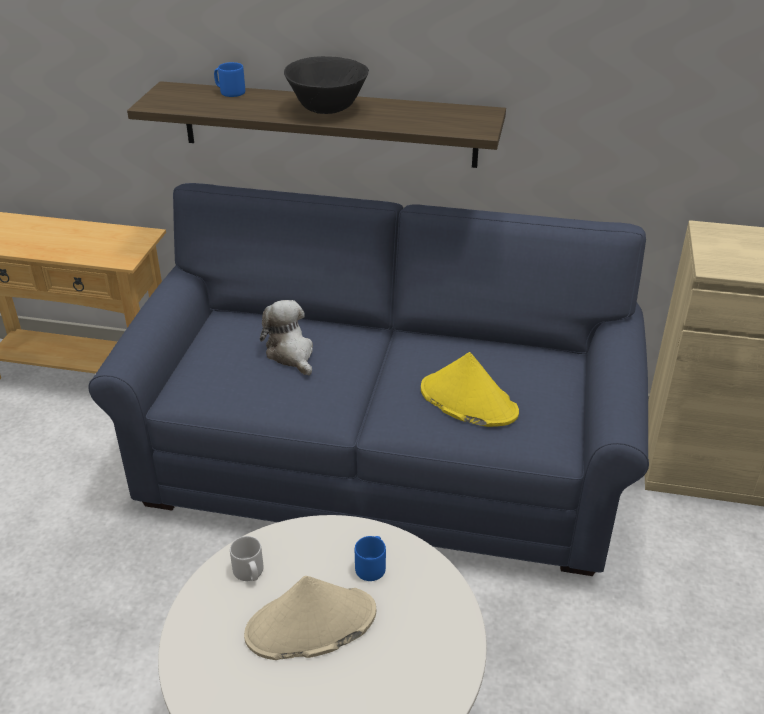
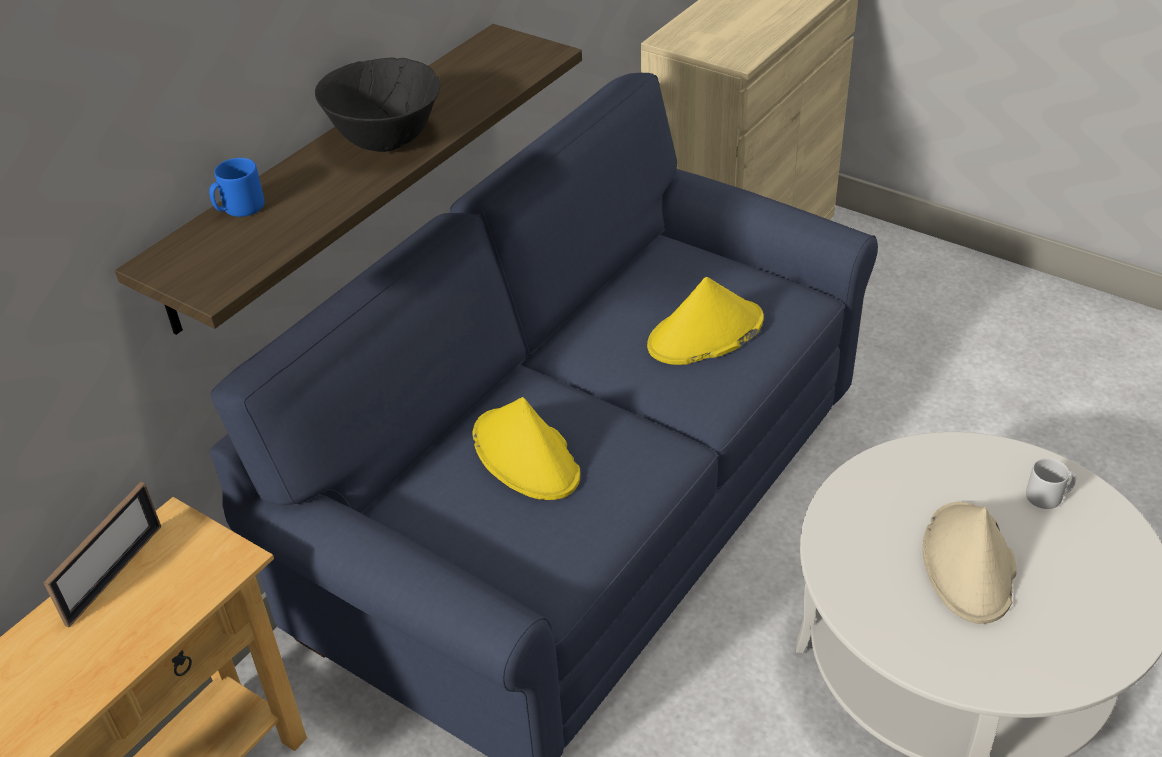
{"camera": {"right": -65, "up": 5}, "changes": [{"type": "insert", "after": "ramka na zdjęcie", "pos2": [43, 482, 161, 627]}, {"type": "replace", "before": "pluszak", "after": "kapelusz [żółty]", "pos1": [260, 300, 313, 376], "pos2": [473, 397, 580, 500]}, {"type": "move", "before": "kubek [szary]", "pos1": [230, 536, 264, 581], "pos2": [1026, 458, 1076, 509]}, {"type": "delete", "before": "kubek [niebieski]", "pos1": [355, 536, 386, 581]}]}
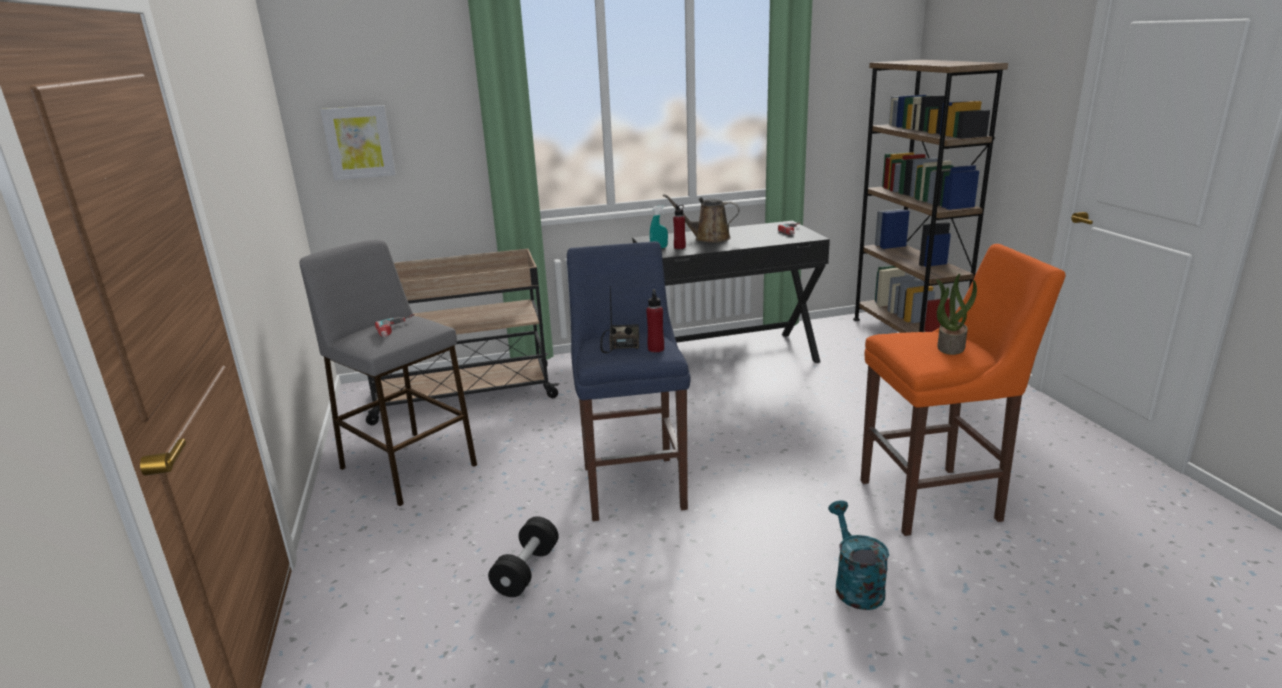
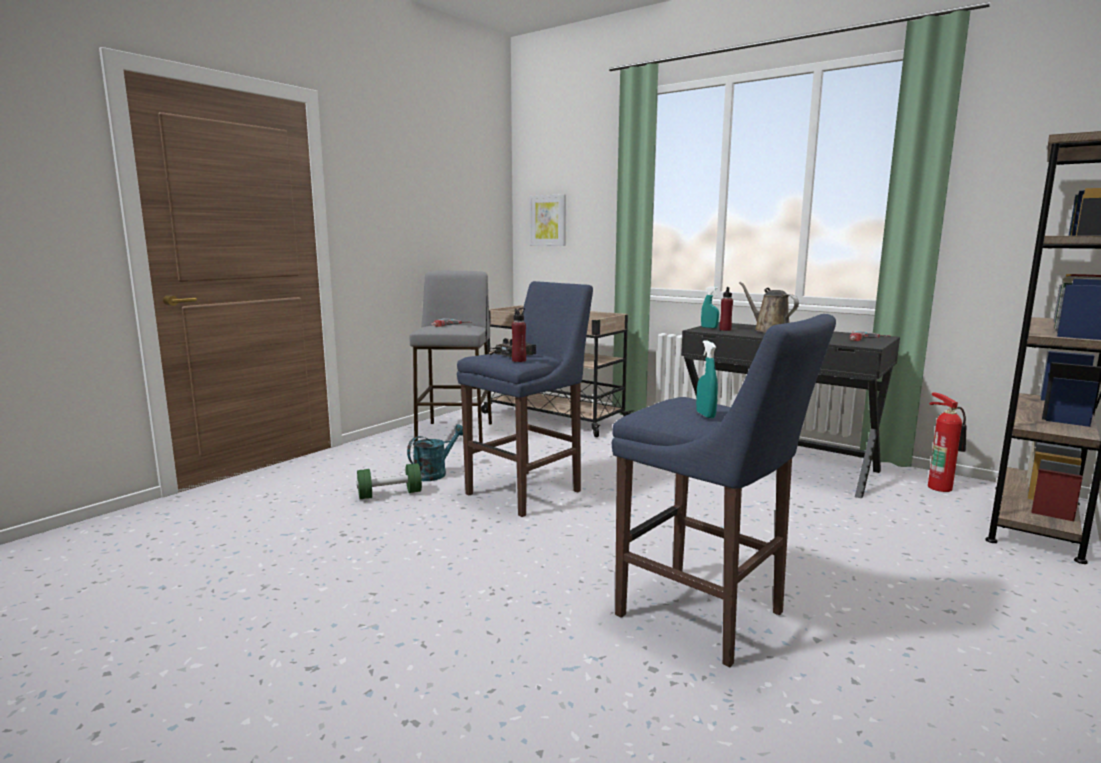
{"camera": {"right": 50, "up": -10}, "changes": [{"type": "recolor", "before": "hantel [czarny]", "after": "hantel [zielony]", "pos1": [488, 516, 559, 597], "pos2": [357, 463, 422, 499]}, {"type": "move", "before": "konewka [turkusowy]", "pos1": [828, 501, 889, 610], "pos2": [407, 425, 463, 481]}, {"type": "recolor", "before": "stołek [pomarańczowy]", "after": "stołek [niebieski]", "pos1": [861, 244, 1065, 536], "pos2": [612, 314, 836, 668]}, {"type": "replace", "before": "roślina doniczkowa", "after": "spryskiwacz [turkusowy]", "pos1": [936, 274, 977, 355], "pos2": [696, 340, 718, 418]}, {"type": "insert", "after": "gaśnica", "pos2": [928, 393, 967, 492]}]}
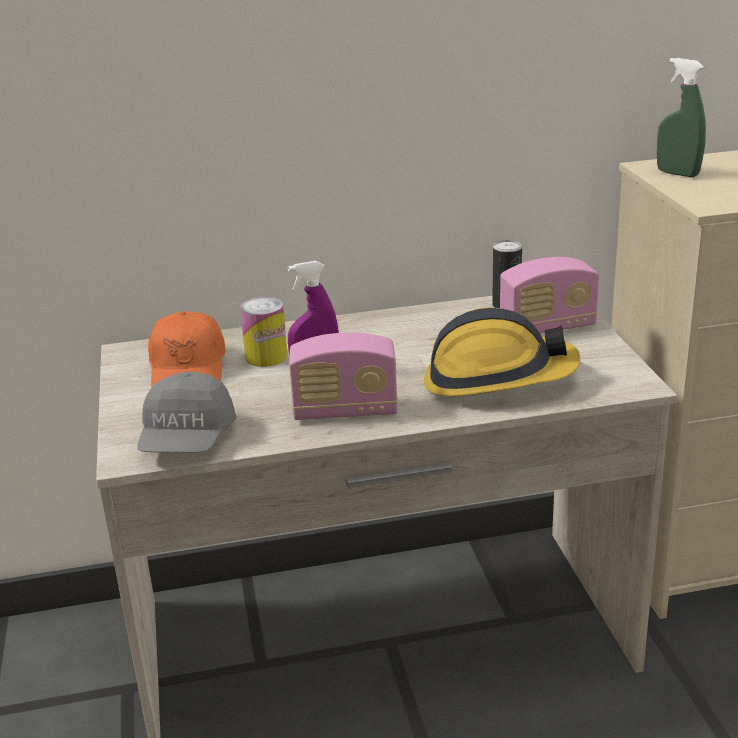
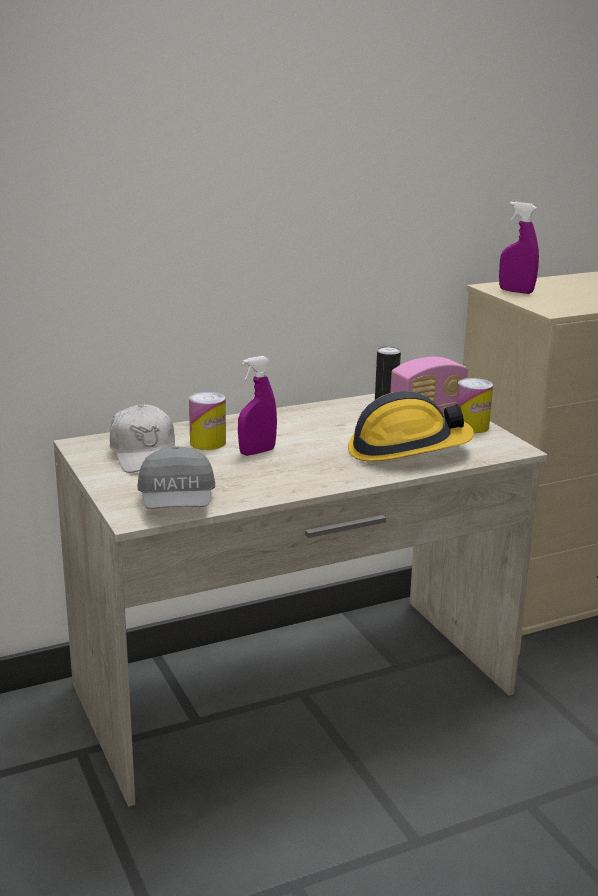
{"camera": {"right": -15, "up": -5}, "changes": [{"type": "recolor", "before": "czapka z daszkiem [pomarańczowy]", "after": "czapka z daszkiem [biały]", "pos1": [148, 311, 225, 387], "pos2": [110, 404, 175, 473]}, {"type": "insert", "after": "puszka", "pos2": [456, 378, 493, 433]}, {"type": "recolor", "before": "spryskiwacz [zielony]", "after": "spryskiwacz [fioletowy]", "pos1": [657, 58, 706, 177], "pos2": [499, 201, 539, 294]}, {"type": "delete", "before": "radio", "pos1": [289, 332, 398, 420]}]}
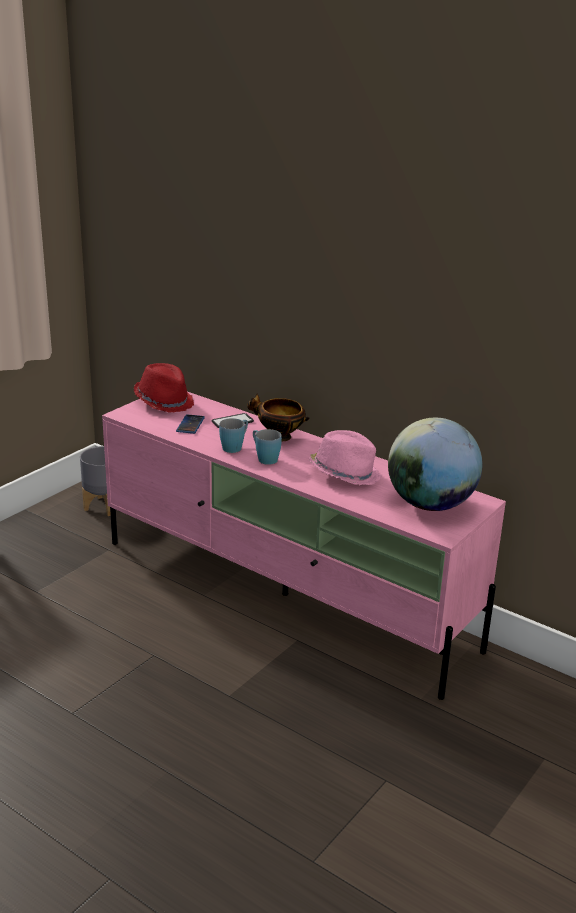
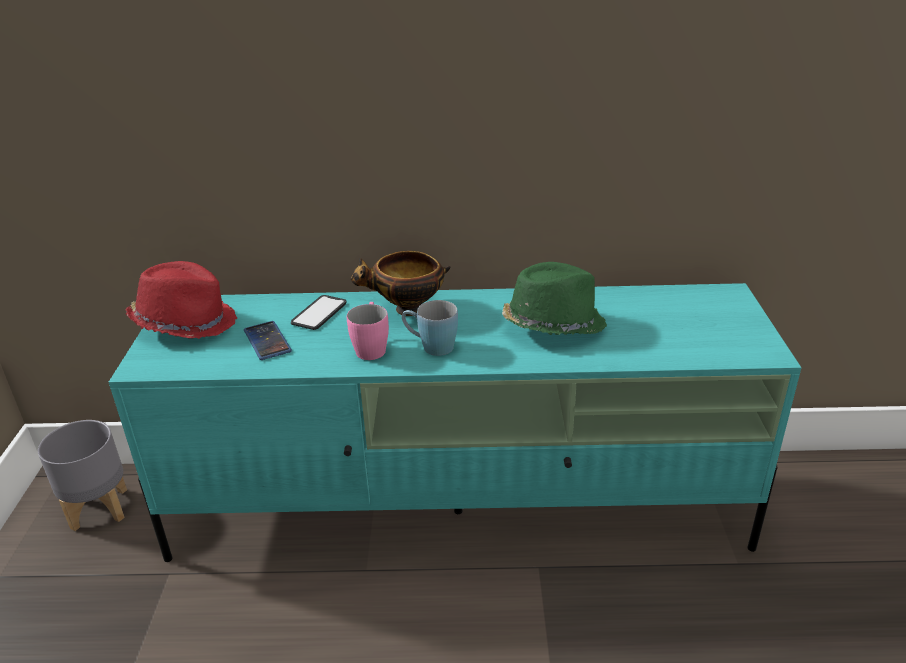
{"camera": {"right": -35, "up": 5}, "changes": [{"type": "recolor", "before": "szafka pod telewizor [różowy]", "after": "szafka pod telewizor [turkusowy]", "pos1": [102, 391, 506, 700], "pos2": [109, 283, 801, 562]}, {"type": "recolor", "before": "kubek [niebieski]", "after": "kubek [różowy]", "pos1": [219, 418, 248, 453], "pos2": [347, 302, 389, 360]}, {"type": "recolor", "before": "kapelusz [różowy]", "after": "kapelusz [zielony]", "pos1": [309, 430, 382, 485], "pos2": [502, 262, 607, 335]}, {"type": "delete", "before": "globus", "pos1": [388, 418, 482, 511]}]}
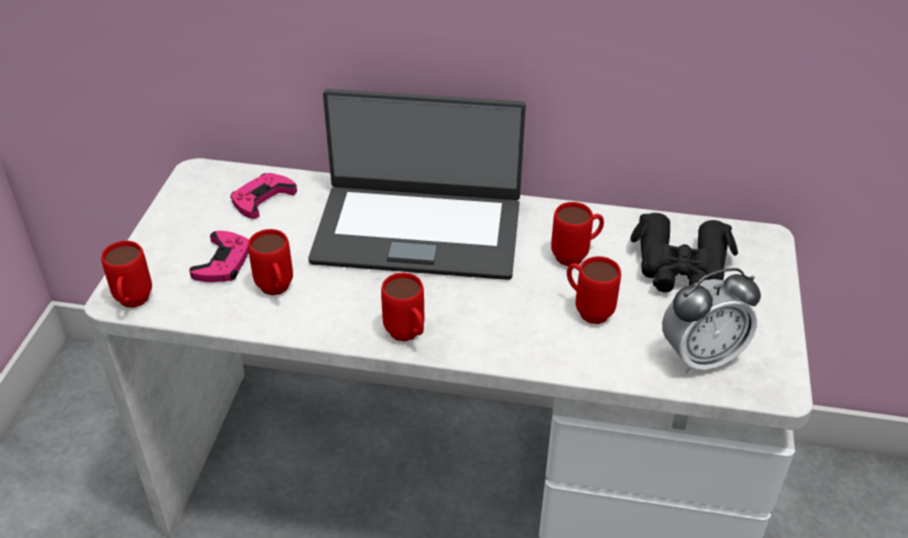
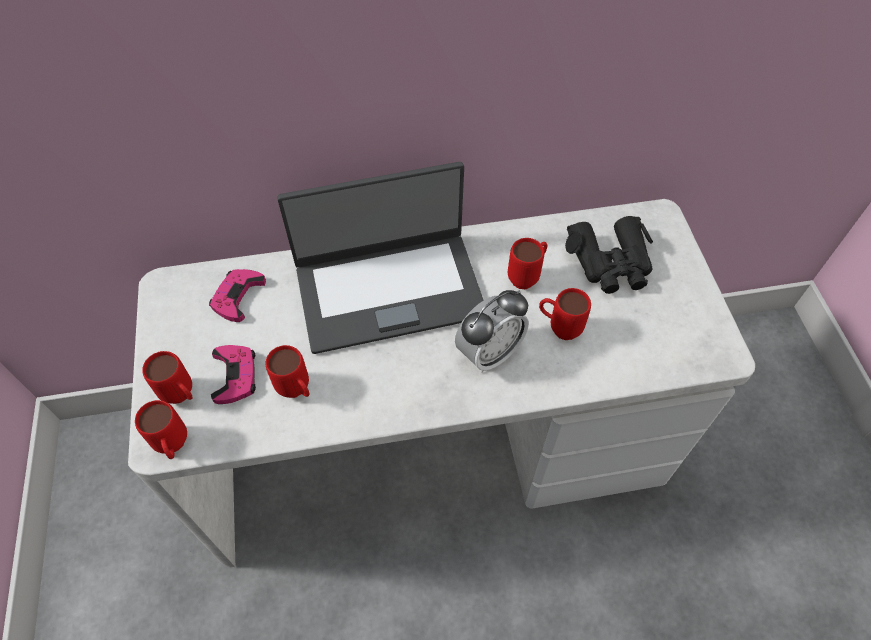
{"camera": {"right": -20, "up": 15}, "changes": [{"type": "move", "before": "kubek [czerwony]", "pos1": [381, 273, 424, 341], "pos2": [142, 351, 193, 404]}, {"type": "move", "before": "budzik", "pos1": [662, 268, 761, 374], "pos2": [455, 290, 529, 373]}]}
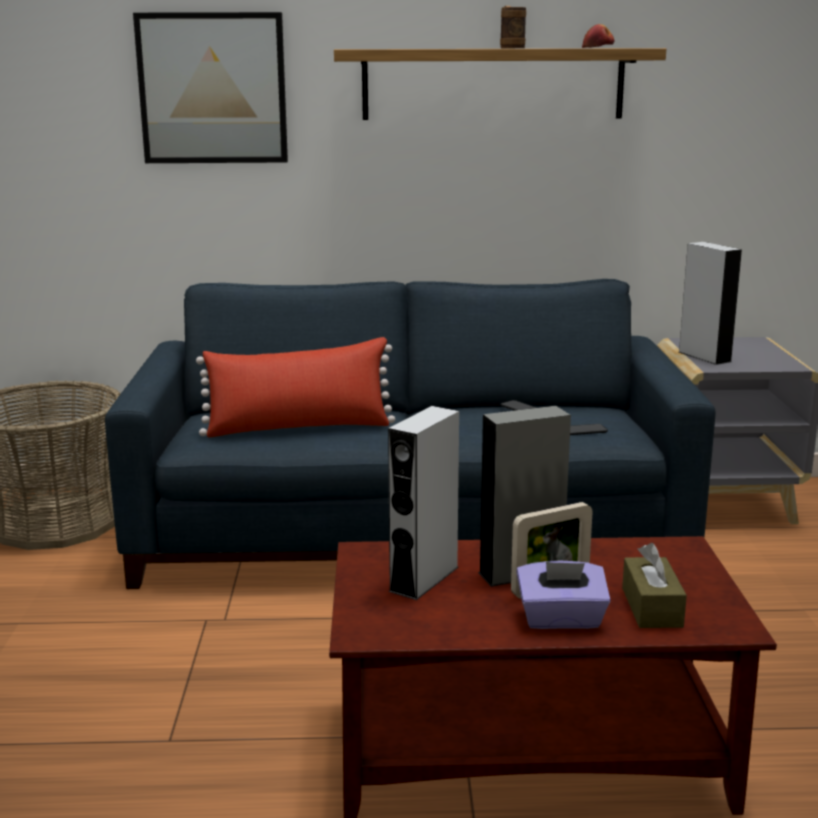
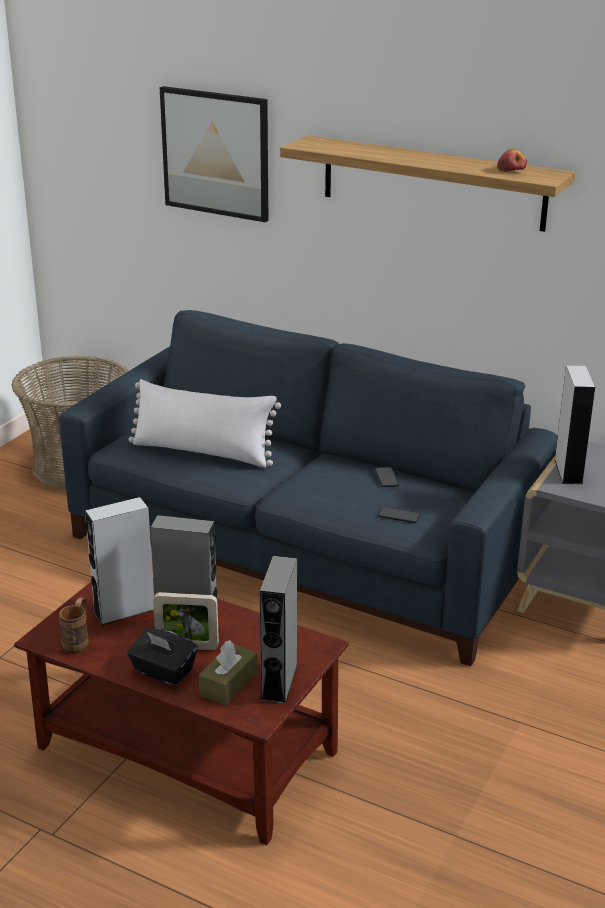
{"camera": {"right": 30, "up": 10}, "changes": [{"type": "move", "before": "kubek [brązowy]", "pos1": [500, 6, 526, 48], "pos2": [59, 598, 89, 654]}, {"type": "recolor", "before": "pudełko chusteczek [fioletowy]", "after": "pudełko chusteczek [czarny]", "pos1": [516, 561, 611, 629], "pos2": [127, 627, 197, 686]}, {"type": "recolor", "before": "poduszka [czerwony]", "after": "poduszka [biały]", "pos1": [196, 337, 395, 437], "pos2": [128, 379, 281, 468]}, {"type": "insert", "after": "głośnik [szary]", "pos2": [260, 556, 298, 704]}]}
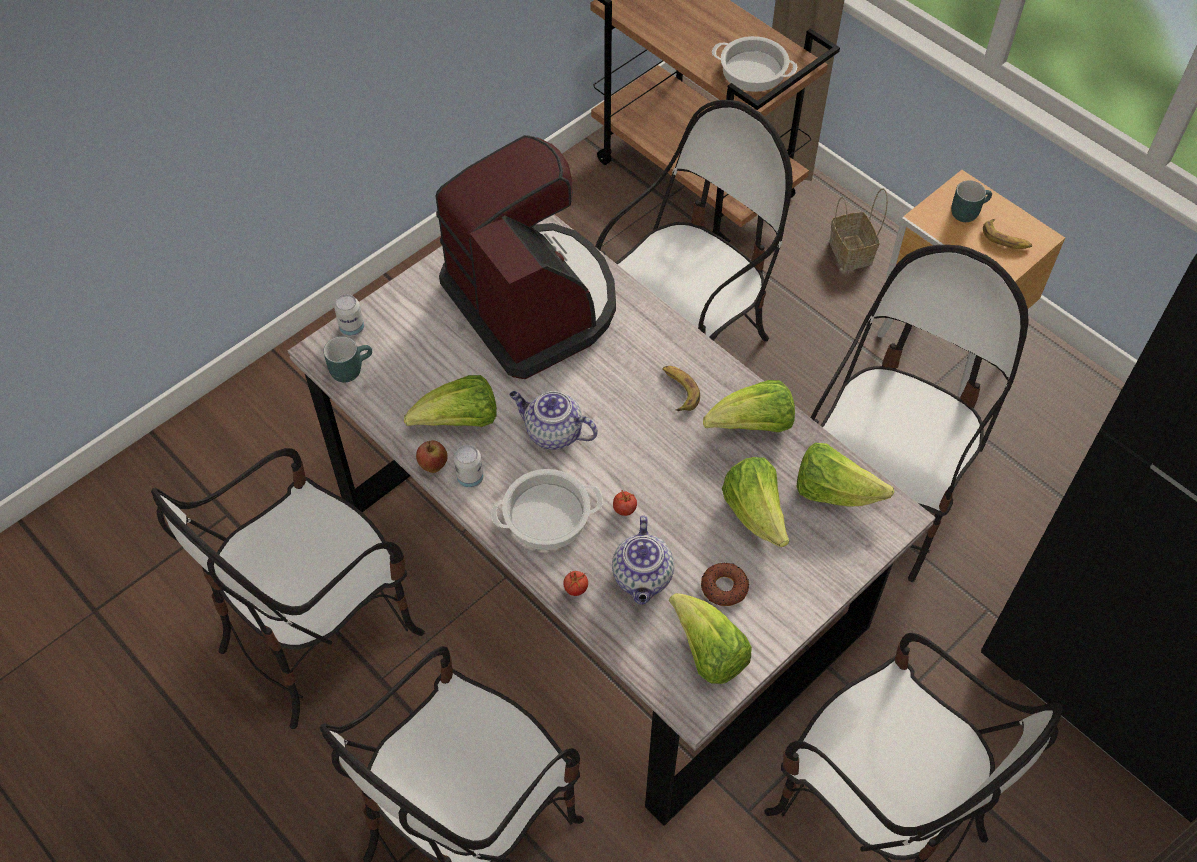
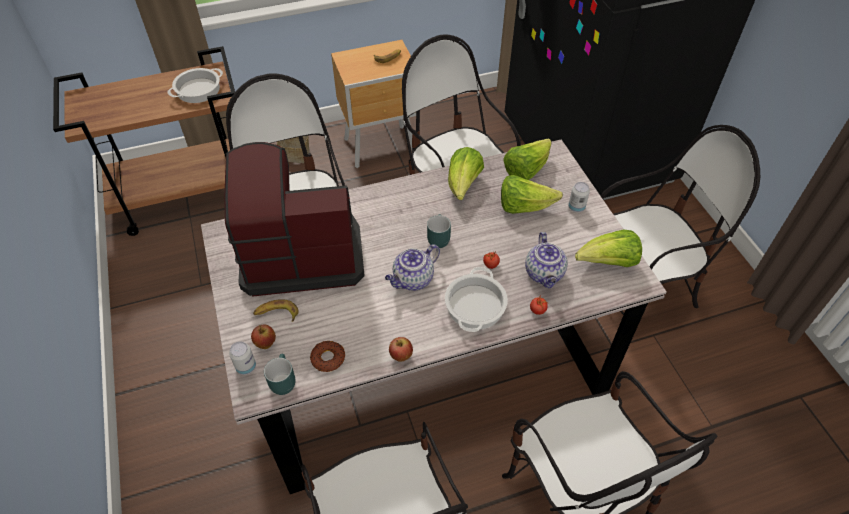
{"camera": {"right": -65, "up": -5}, "changes": [{"type": "insert", "after": "jabłko", "pos2": [251, 324, 276, 349]}, {"type": "move", "before": "banan", "pos1": [662, 366, 700, 411], "pos2": [253, 299, 299, 322]}, {"type": "move", "before": "donut", "pos1": [701, 562, 749, 606], "pos2": [310, 340, 345, 372]}, {"type": "move", "before": "kubek [turkusowy]", "pos1": [951, 180, 992, 222], "pos2": [427, 214, 451, 248]}, {"type": "rotate", "before": "imbryk", "pos1": [612, 515, 674, 605], "pos2": [525, 232, 568, 288], "turn": 60}, {"type": "move", "before": "puszka", "pos1": [454, 445, 484, 488], "pos2": [568, 182, 590, 212]}, {"type": "delete", "before": "sałata", "pos1": [404, 375, 497, 427]}]}
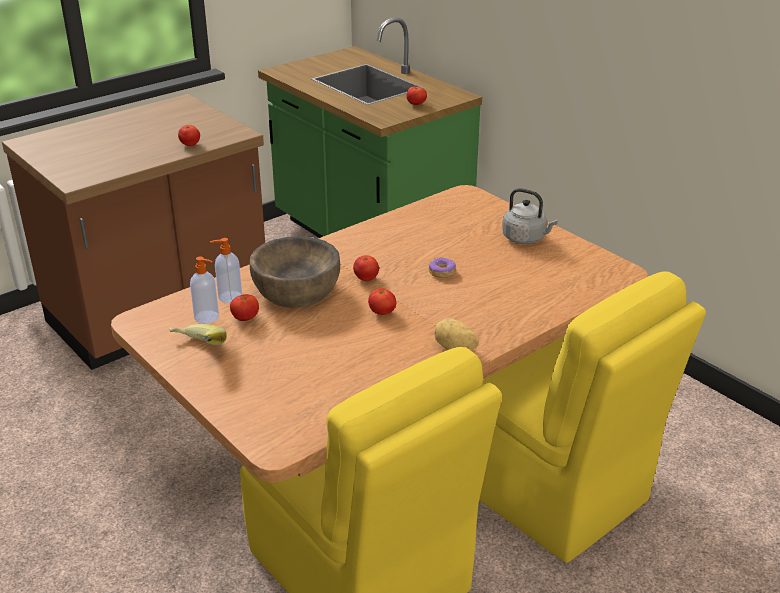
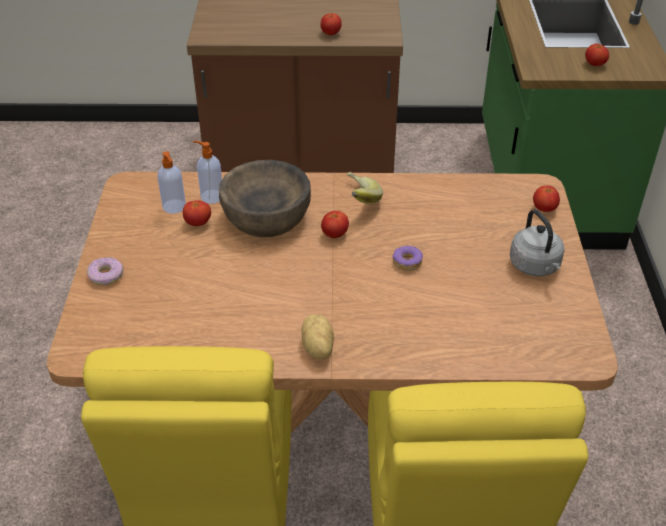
{"camera": {"right": 40, "up": 10}, "changes": [{"type": "insert", "after": "donut", "pos2": [87, 257, 124, 285]}, {"type": "move", "before": "banan", "pos1": [169, 324, 227, 345], "pos2": [347, 172, 383, 204]}, {"type": "move", "before": "pomidor", "pos1": [368, 288, 396, 315], "pos2": [533, 185, 560, 212]}]}
